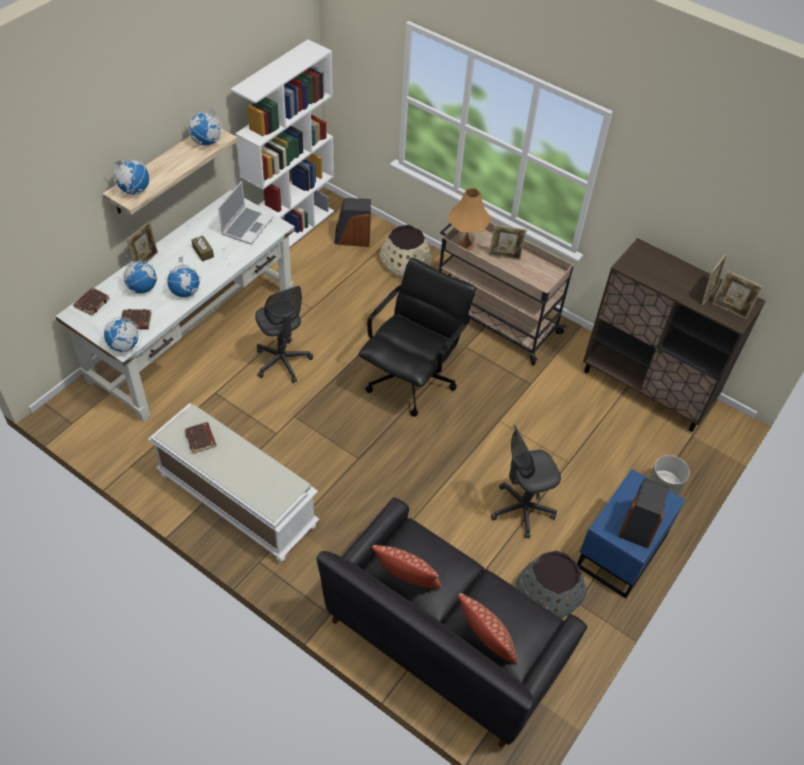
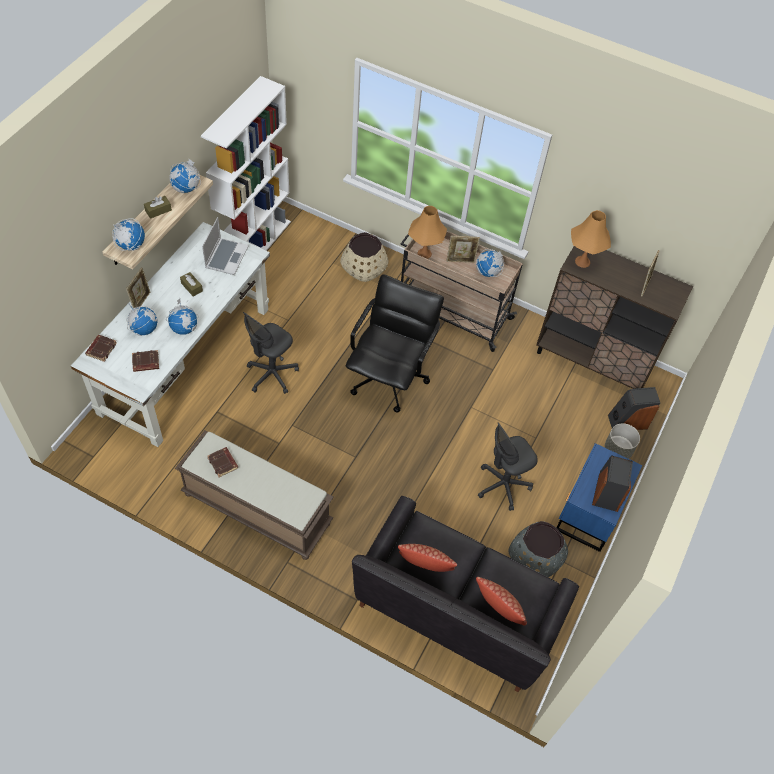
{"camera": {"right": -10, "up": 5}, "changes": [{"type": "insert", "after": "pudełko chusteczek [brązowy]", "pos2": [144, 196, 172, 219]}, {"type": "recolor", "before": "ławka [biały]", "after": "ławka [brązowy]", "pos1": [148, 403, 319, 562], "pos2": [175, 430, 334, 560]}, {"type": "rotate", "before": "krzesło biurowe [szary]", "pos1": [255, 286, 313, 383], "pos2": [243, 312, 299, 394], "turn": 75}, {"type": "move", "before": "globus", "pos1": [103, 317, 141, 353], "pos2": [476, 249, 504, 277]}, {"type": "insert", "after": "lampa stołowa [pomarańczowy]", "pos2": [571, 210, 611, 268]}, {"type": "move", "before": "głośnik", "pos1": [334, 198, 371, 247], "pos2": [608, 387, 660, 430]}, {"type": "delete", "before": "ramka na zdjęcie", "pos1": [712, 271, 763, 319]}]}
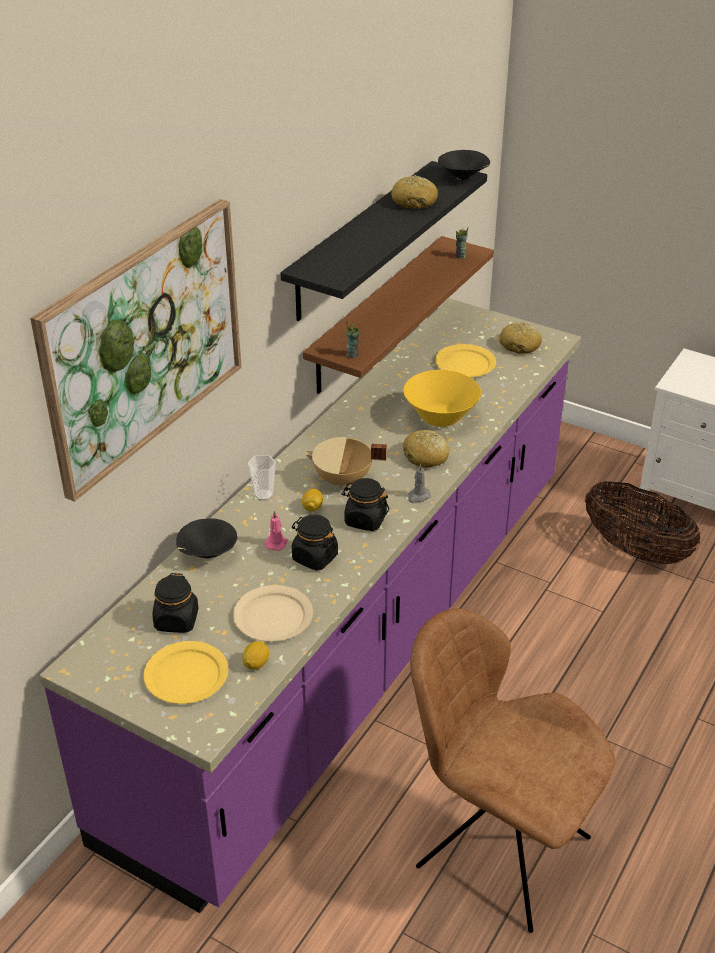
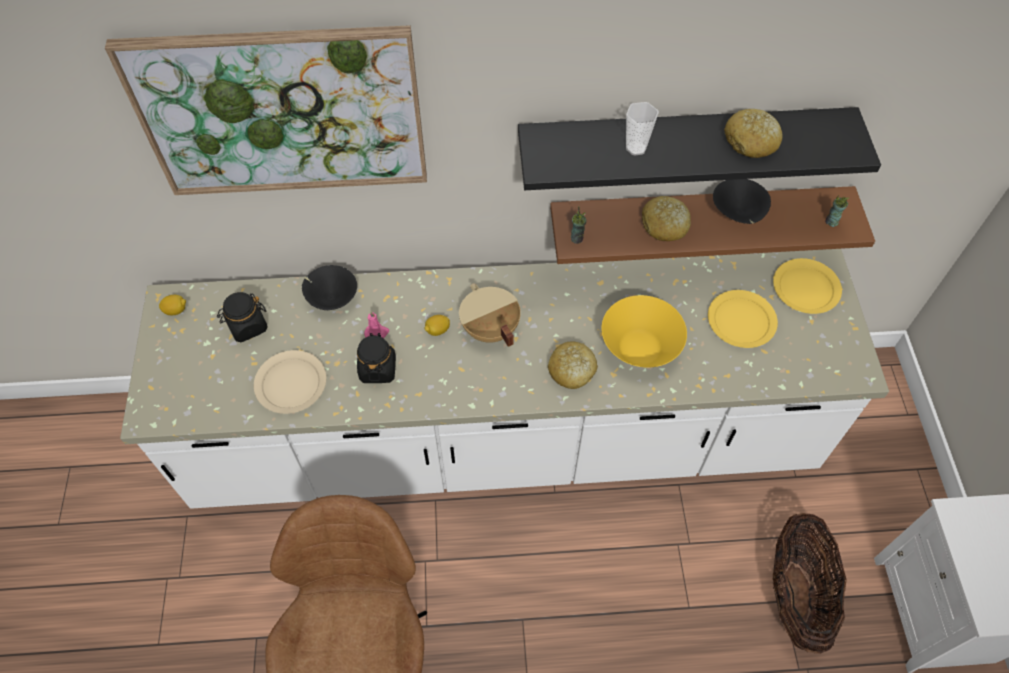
{"camera": {"right": 55, "up": 20}, "changes": [{"type": "recolor", "before": "zabudowa kuchenna [fioletowy]", "after": "zabudowa kuchenna [biały]", "pos1": [40, 298, 581, 913], "pos2": [120, 249, 889, 509]}, {"type": "move", "before": "cytryna", "pos1": [242, 641, 269, 670], "pos2": [159, 295, 186, 315]}, {"type": "move", "before": "filiżanka", "pos1": [248, 455, 276, 501], "pos2": [626, 102, 659, 156]}, {"type": "move", "before": "chleb", "pos1": [499, 323, 542, 354], "pos2": [642, 196, 691, 241]}, {"type": "move", "before": "miska [czarny]", "pos1": [438, 150, 490, 180], "pos2": [713, 179, 771, 224]}, {"type": "move", "before": "talerz [żółty]", "pos1": [143, 641, 228, 704], "pos2": [773, 258, 842, 314]}, {"type": "delete", "before": "słoik [czarny]", "pos1": [342, 478, 389, 531]}, {"type": "delete", "before": "świeca [szary]", "pos1": [408, 463, 431, 503]}]}
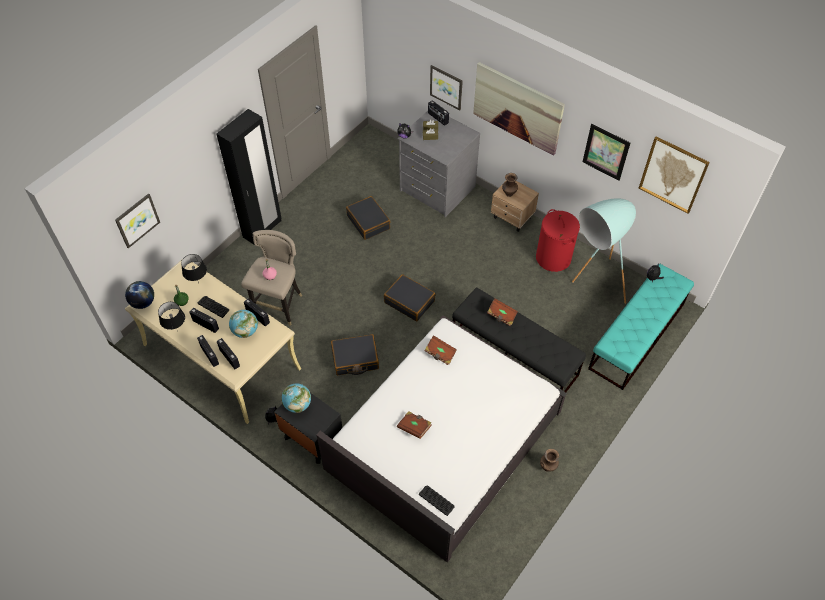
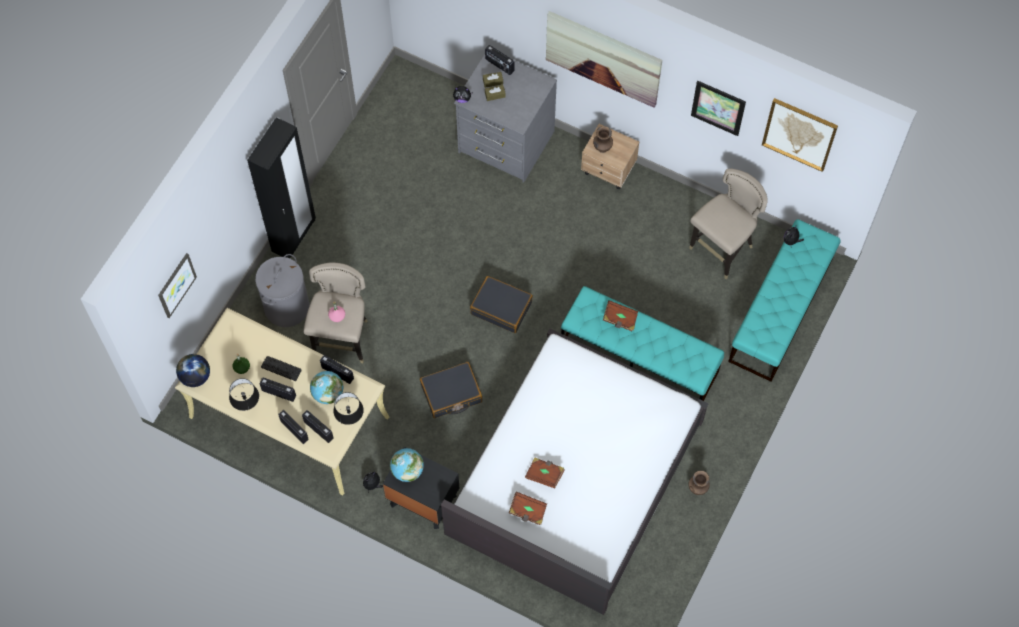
{"camera": {"right": -10, "up": 10}, "changes": [{"type": "insert", "after": "kosz na pranie [szary]", "pos2": [255, 254, 310, 327]}, {"type": "move", "before": "lampa stołowa [czarny]", "pos1": [181, 254, 207, 283], "pos2": [333, 392, 364, 425]}, {"type": "move", "before": "książka [brązowy]", "pos1": [424, 335, 457, 365], "pos2": [509, 491, 547, 525]}, {"type": "recolor", "before": "ławka [czarny]", "after": "ławka [turkusowy]", "pos1": [452, 287, 586, 392], "pos2": [561, 286, 724, 401]}, {"type": "replace", "before": "lampa stojąca [turkusowy]", "after": "stołek [beżowy]", "pos1": [572, 198, 636, 304], "pos2": [689, 169, 768, 279]}, {"type": "delete", "before": "walizka [czarny]", "pos1": [346, 196, 390, 240]}, {"type": "delete", "before": "klawiatura", "pos1": [419, 486, 455, 516]}, {"type": "delete", "before": "obraz", "pos1": [430, 65, 463, 110]}, {"type": "delete", "before": "kosz na pranie [czerwony]", "pos1": [536, 209, 580, 272]}]}
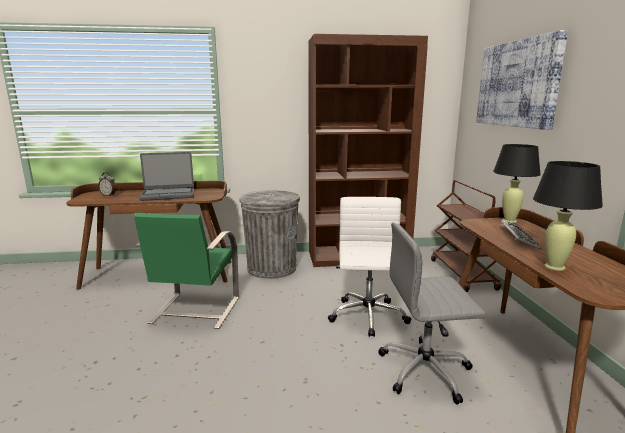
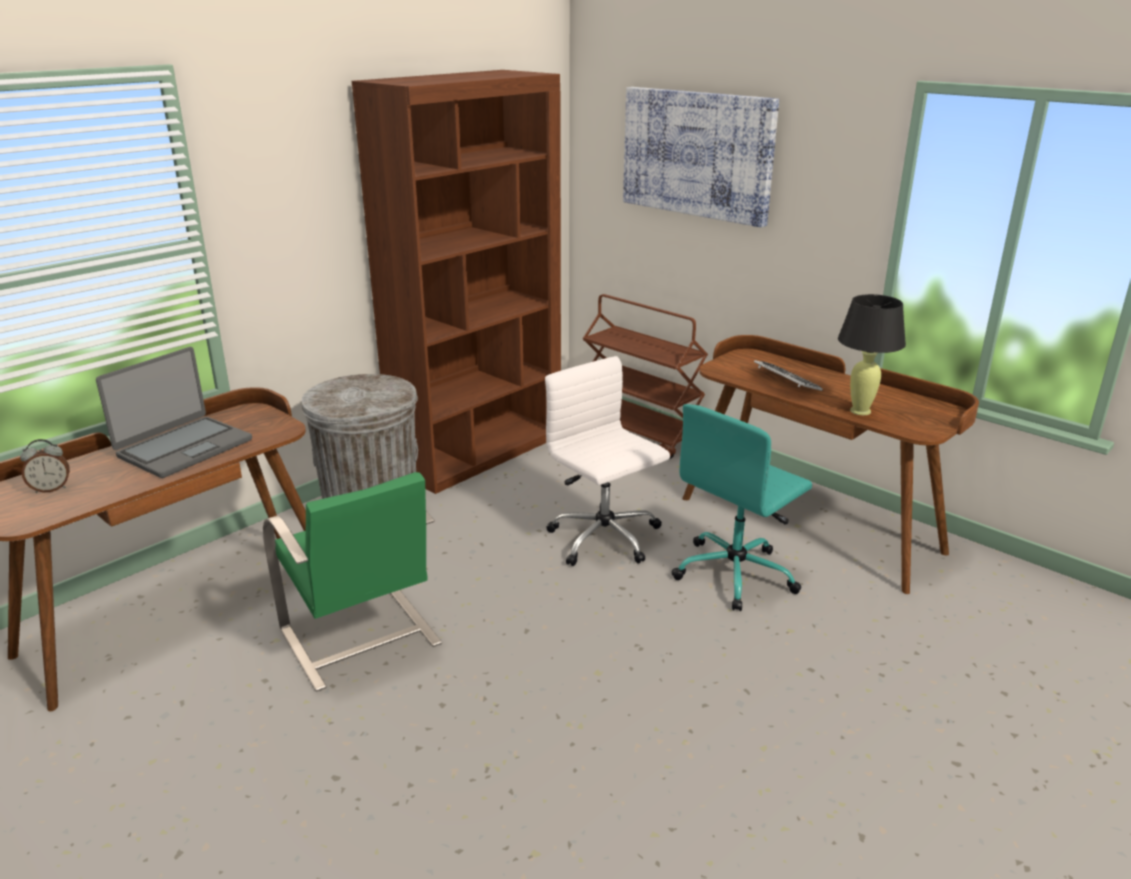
{"camera": {"right": -40, "up": 10}, "changes": [{"type": "recolor", "before": "krzesło biurowe [szary]", "after": "krzesło biurowe [turkusowy]", "pos1": [379, 223, 486, 405], "pos2": [671, 404, 812, 611]}, {"type": "delete", "before": "lampa stołowa [czarny]", "pos1": [493, 144, 541, 223]}]}
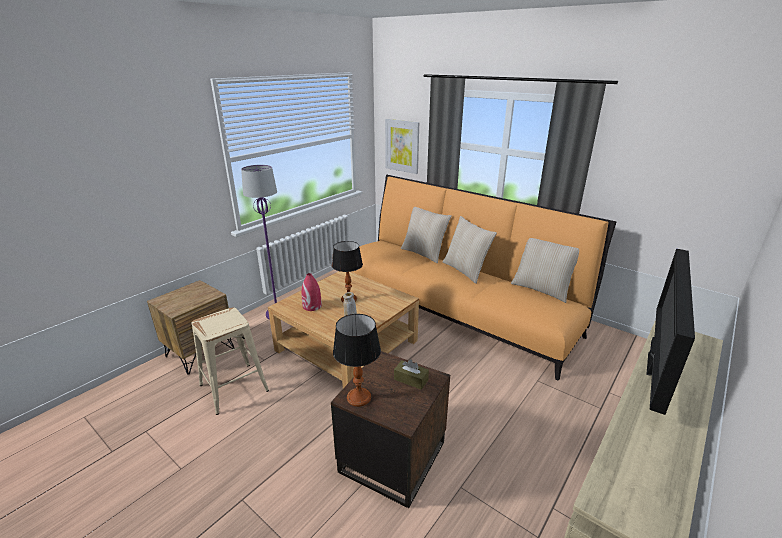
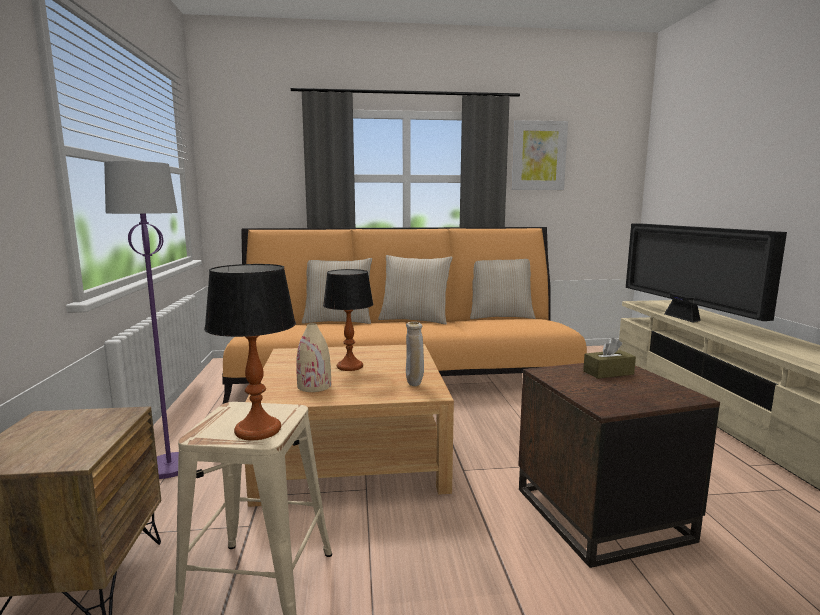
{"camera": {"right": -45, "up": -15}, "changes": [{"type": "move", "before": "lampa stołowa", "pos1": [333, 314, 381, 407], "pos2": [204, 264, 296, 440]}, {"type": "recolor", "before": "wazon [czerwony]", "after": "wazon [beżowy]", "pos1": [301, 273, 322, 311], "pos2": [296, 323, 331, 392]}, {"type": "move", "before": "obraz", "pos1": [385, 119, 419, 174], "pos2": [511, 120, 568, 190]}]}
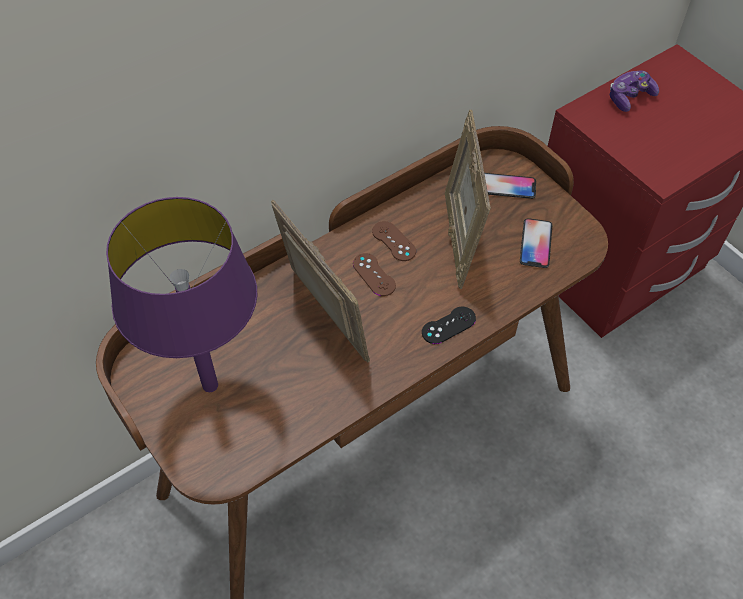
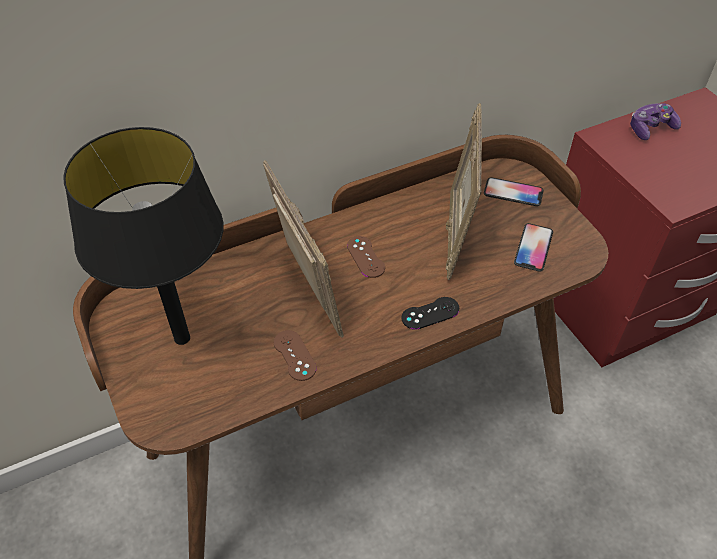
{"camera": {"right": 10, "up": -5}, "changes": [{"type": "recolor", "before": "lampa stołowa [fioletowy]", "after": "lampa stołowa [czarny]", "pos1": [106, 197, 257, 392], "pos2": [63, 127, 223, 345]}, {"type": "move", "before": "pad do gier [brązowy]", "pos1": [372, 221, 416, 261], "pos2": [274, 330, 316, 381]}]}
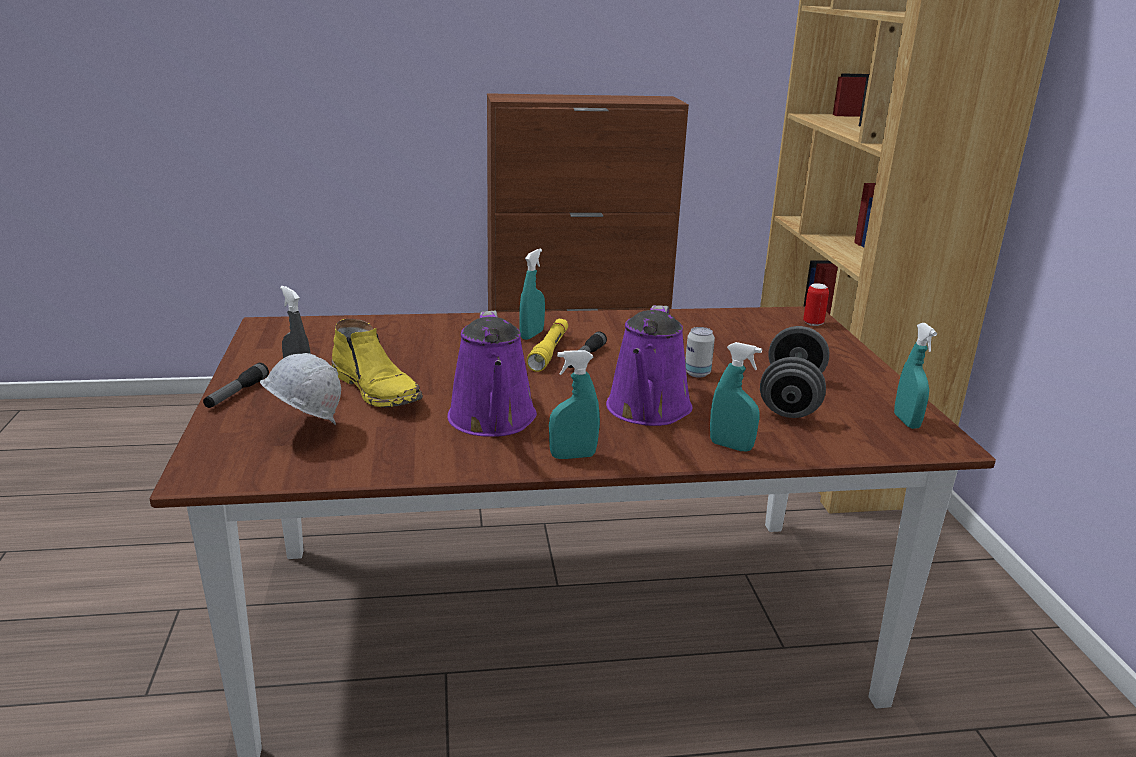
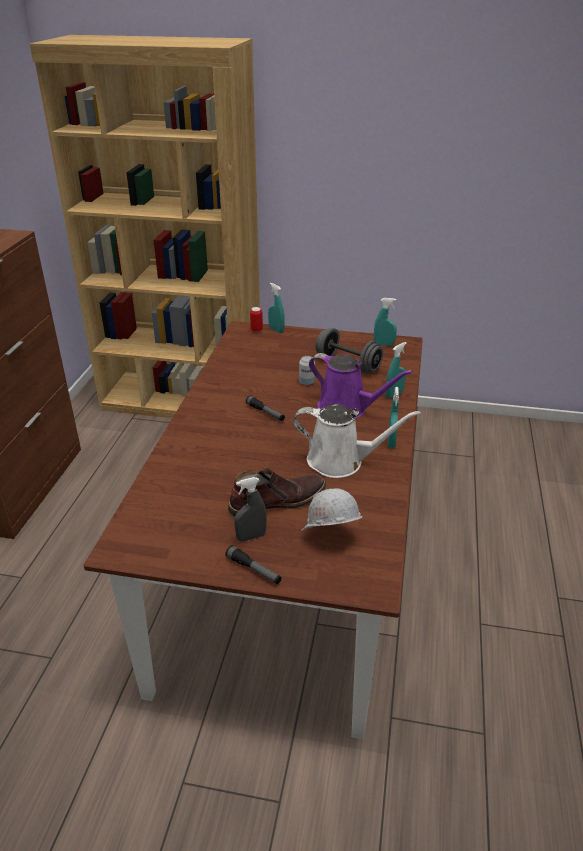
{"camera": {"right": -70, "up": 10}, "changes": [{"type": "recolor", "before": "but z cholewką [żółty]", "after": "but z cholewką [brązowy]", "pos1": [332, 319, 423, 407], "pos2": [228, 467, 326, 517]}, {"type": "move", "before": "spryskiwacz [turkusowy]", "pos1": [520, 249, 545, 340], "pos2": [268, 283, 285, 333]}, {"type": "recolor", "before": "konewka [fioletowy]", "after": "konewka [biały]", "pos1": [447, 310, 537, 437], "pos2": [293, 404, 420, 478]}, {"type": "delete", "before": "latarka [żółty]", "pos1": [527, 318, 568, 372]}]}
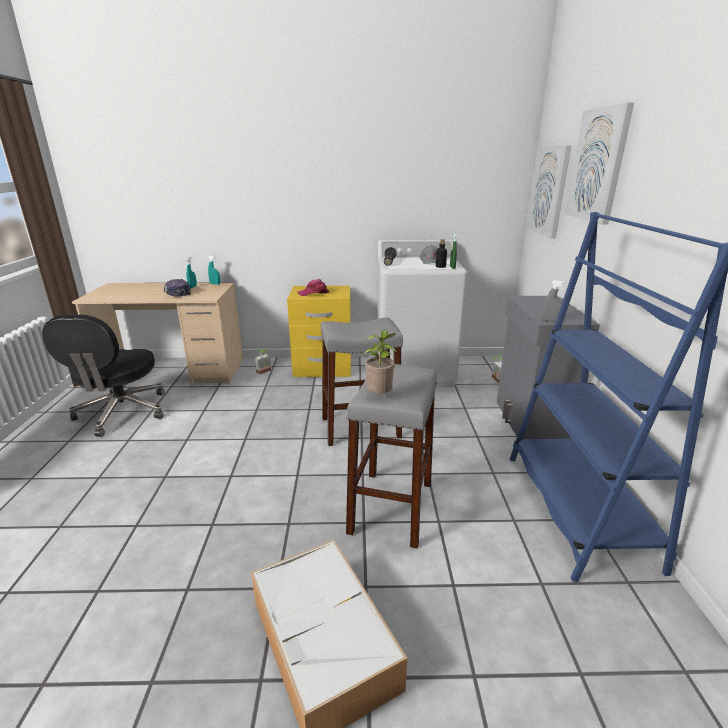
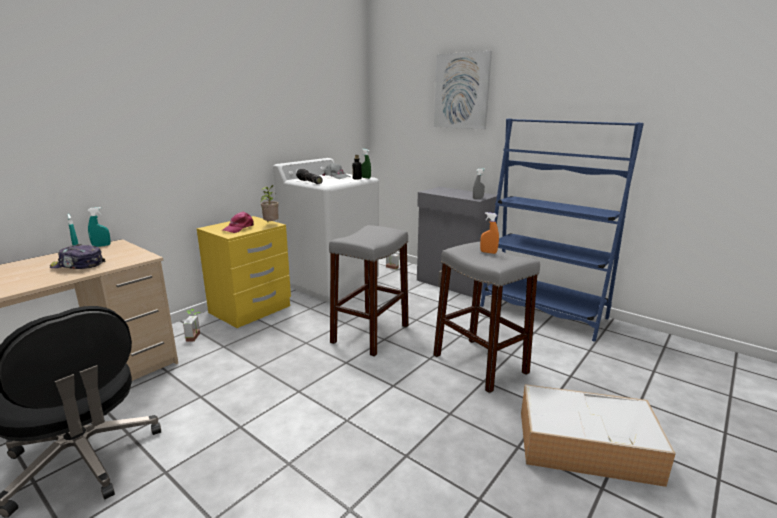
{"camera": {"right": -50, "up": -5}, "changes": [{"type": "move", "before": "roślina doniczkowa", "pos1": [364, 330, 397, 393], "pos2": [261, 185, 279, 222]}, {"type": "insert", "after": "spryskiwacz [pomarańczowy]", "pos2": [480, 212, 499, 254]}, {"type": "delete", "before": "obraz", "pos1": [527, 145, 571, 239]}]}
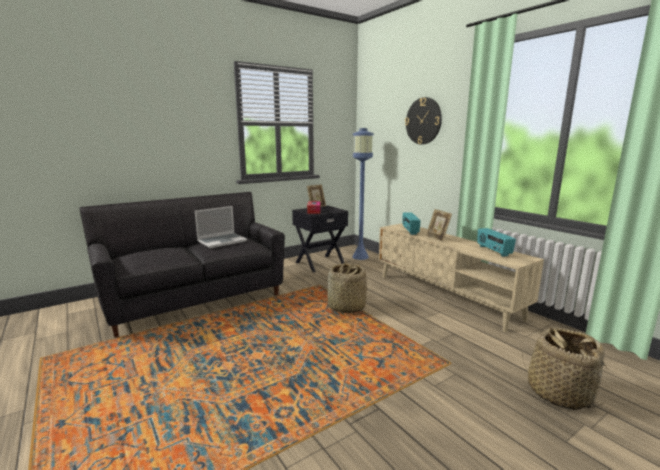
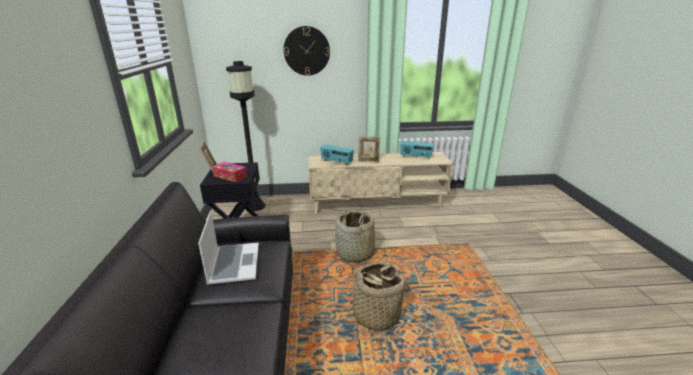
{"camera": {"right": -60, "up": 10}, "changes": [{"type": "recolor", "before": "lampa stojąca [niebieski]", "after": "lampa stojąca [czarny]", "pos1": [352, 128, 374, 260], "pos2": [226, 61, 266, 211]}, {"type": "move", "before": "koszyk", "pos1": [522, 327, 607, 410], "pos2": [341, 261, 407, 331]}]}
